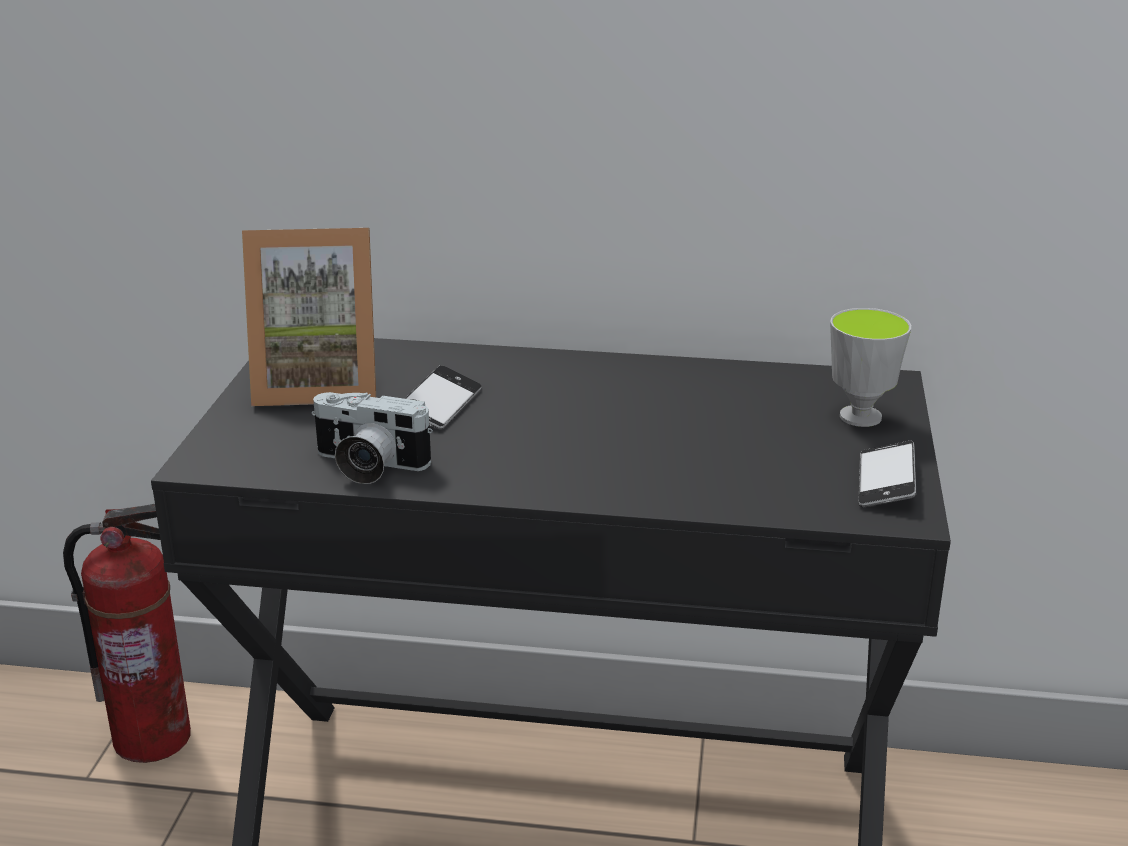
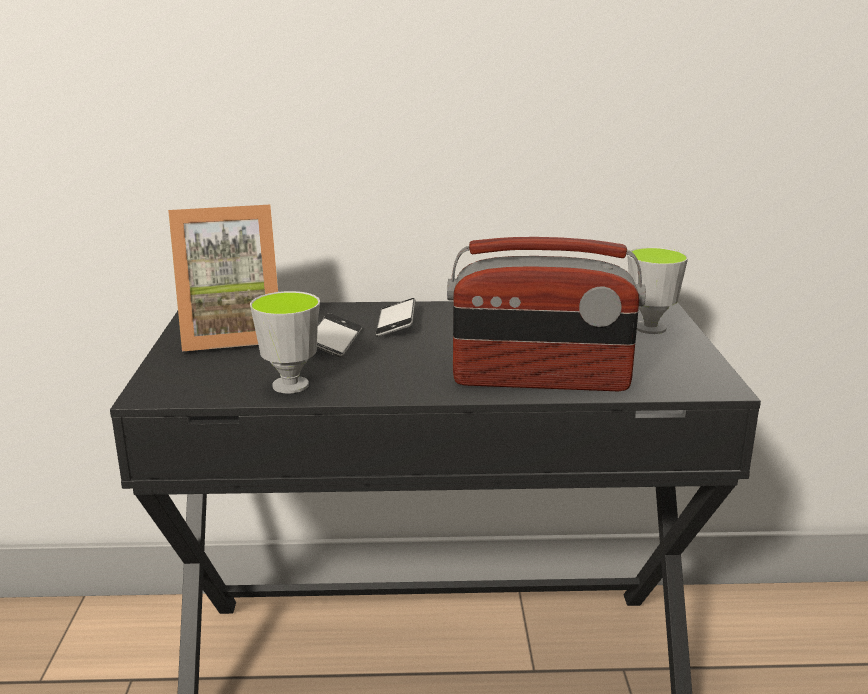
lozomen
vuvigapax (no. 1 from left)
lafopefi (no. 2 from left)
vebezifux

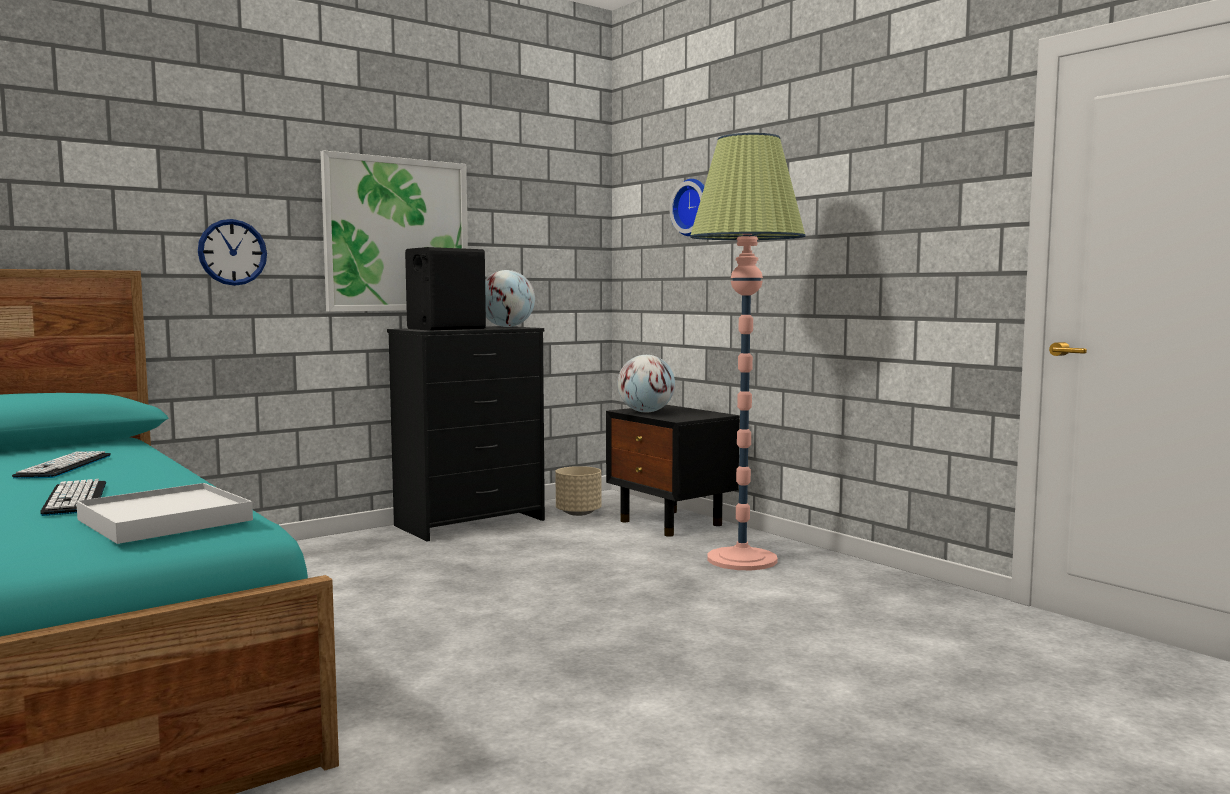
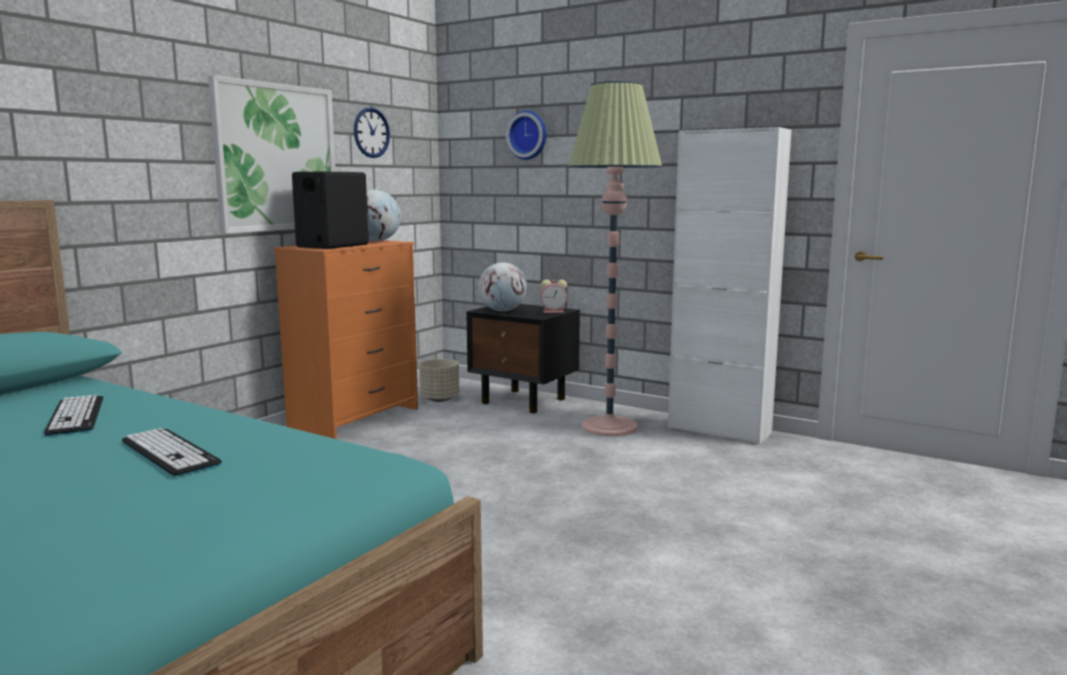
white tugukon
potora (no. 1 from left)
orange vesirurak
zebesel
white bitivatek

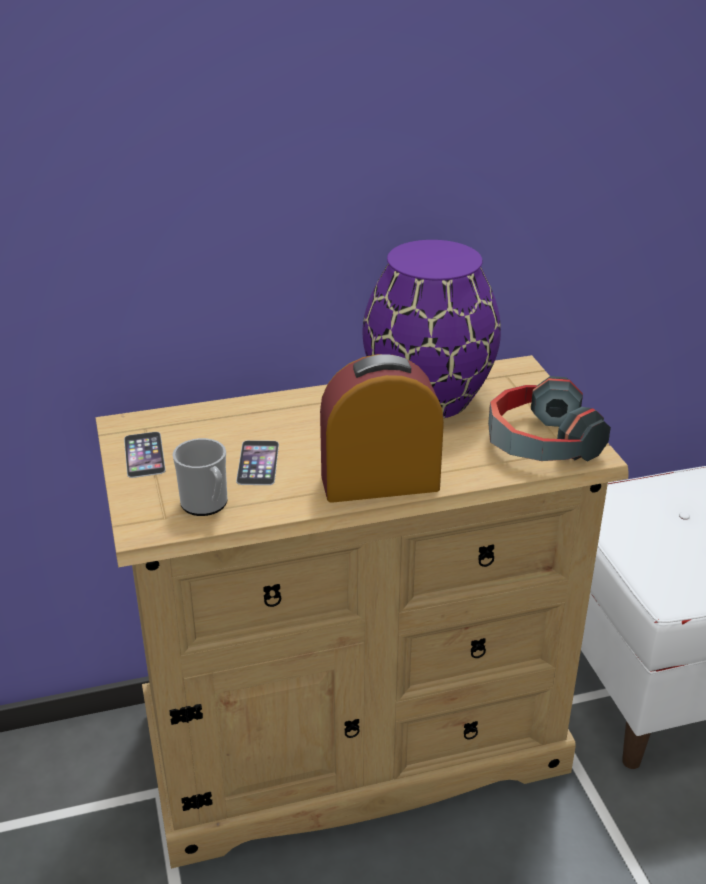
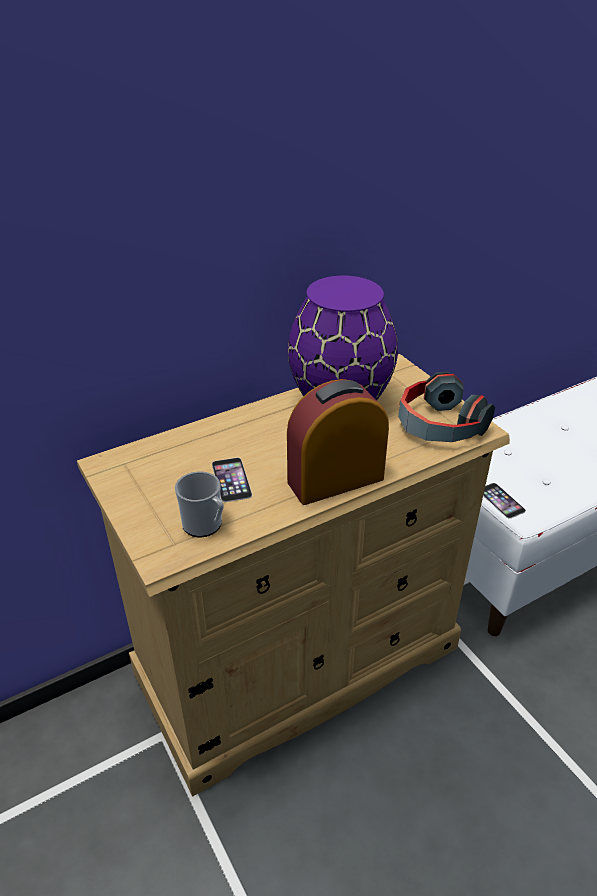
lafopefi (no. 2 from left)

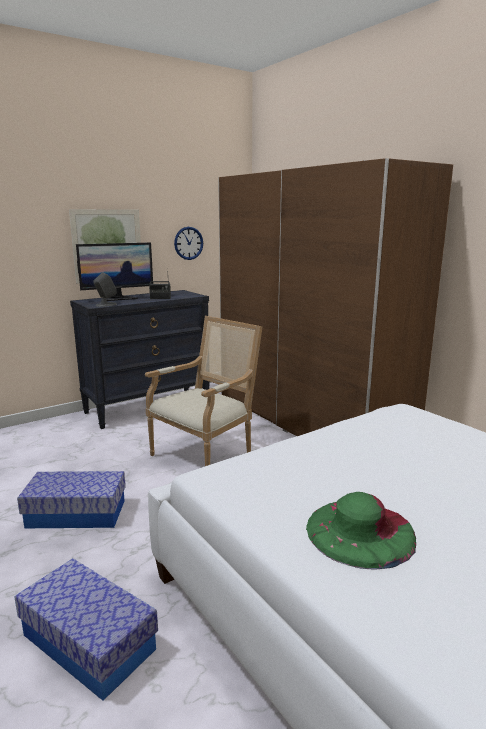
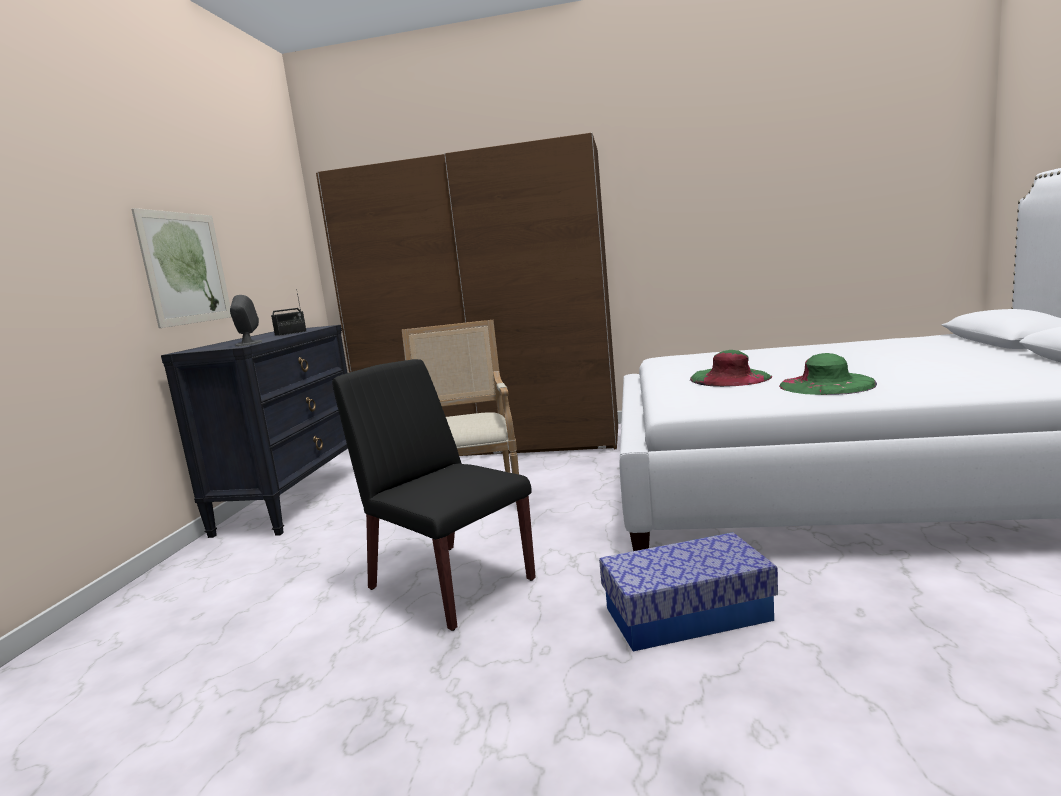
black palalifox
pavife
potora
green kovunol (no. 1 from left)

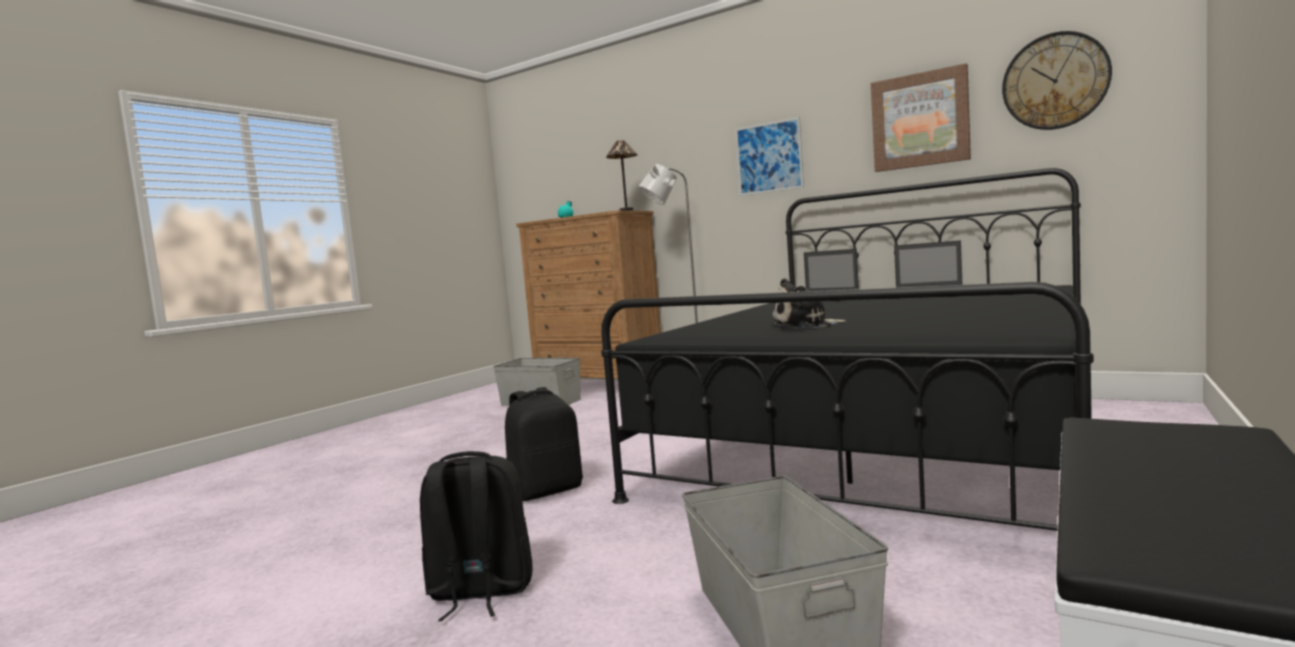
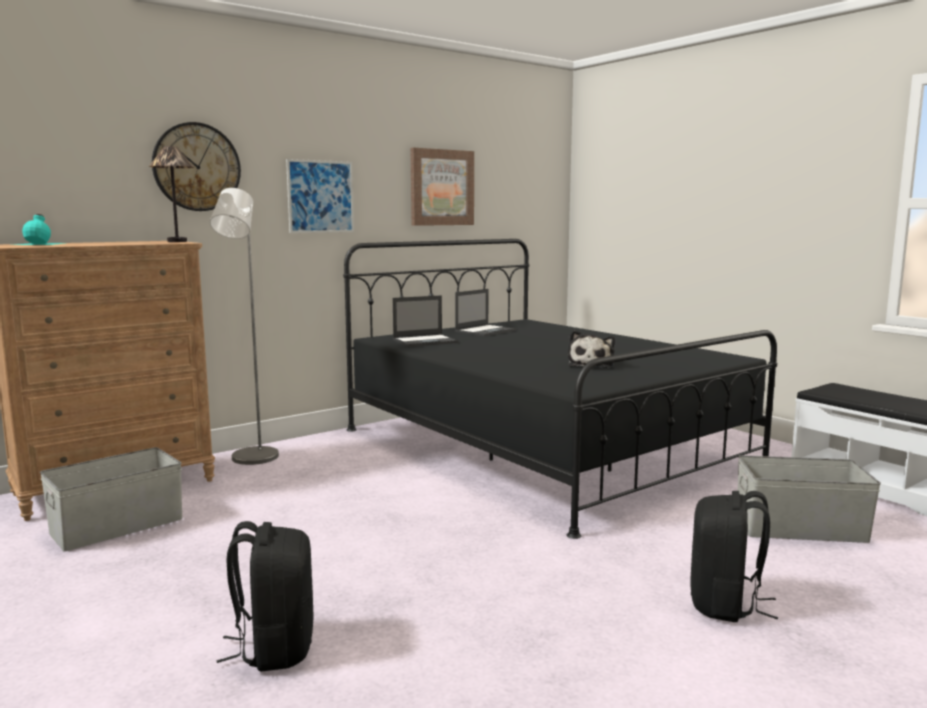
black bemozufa (no. 1 from left)
potora

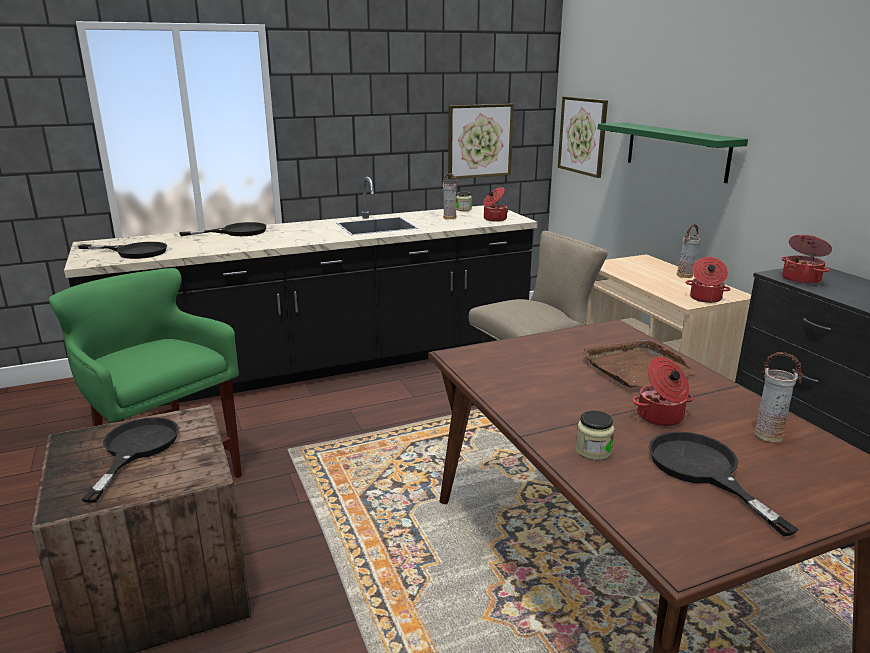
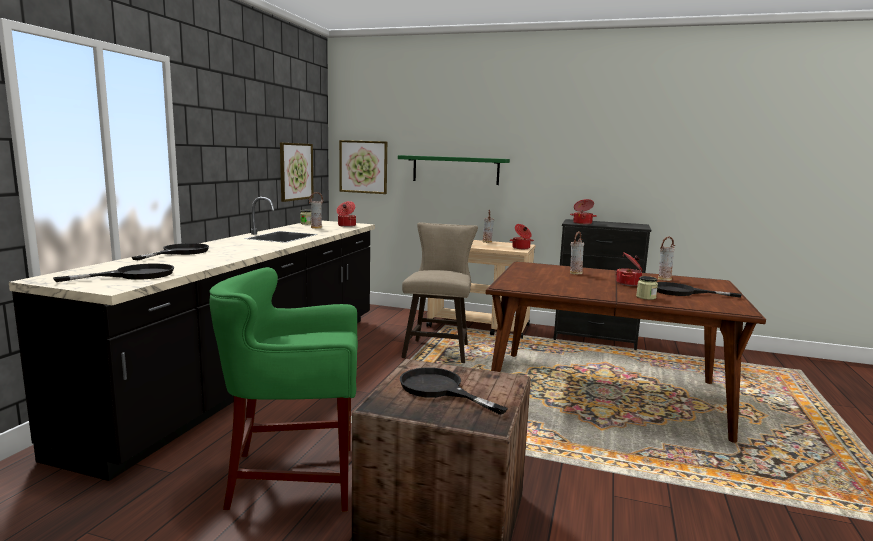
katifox (no. 3 from left)

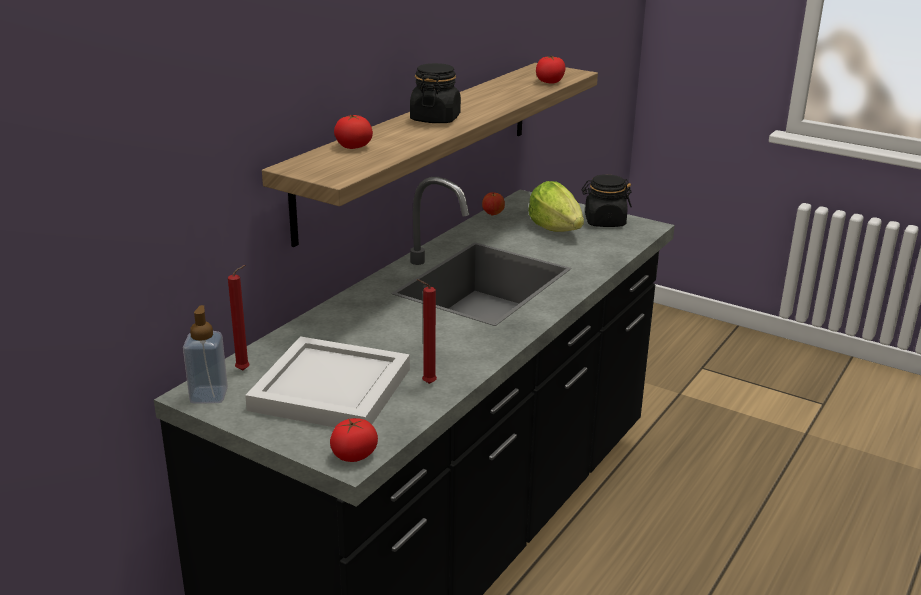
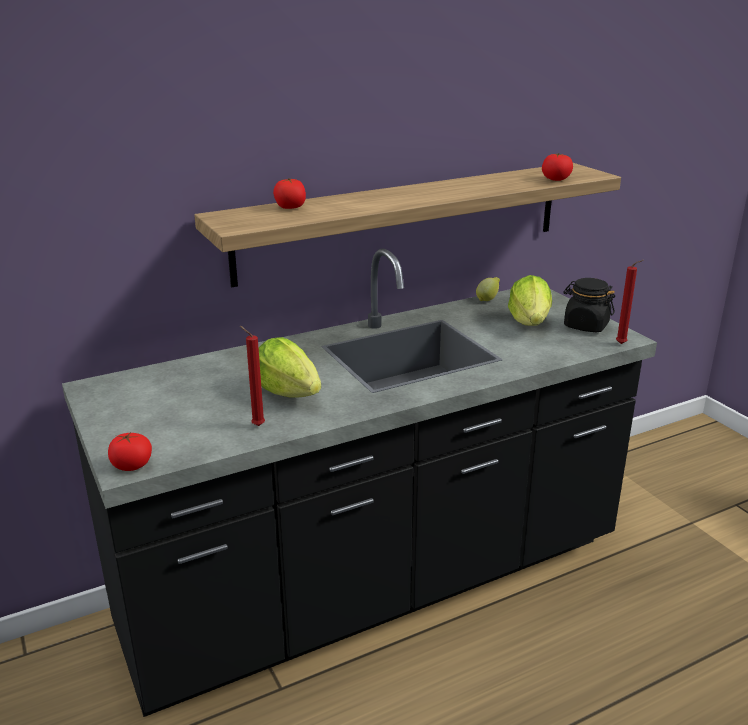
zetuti
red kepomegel (no. 2 from left)
white tugukon
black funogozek (no. 1 from left in the first image)
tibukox
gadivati (no. 1 from left)

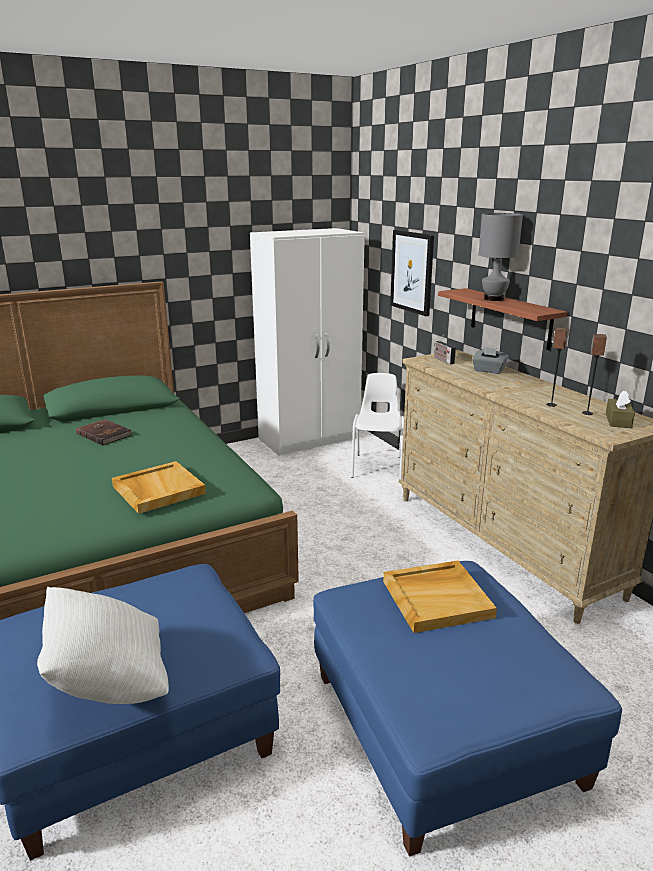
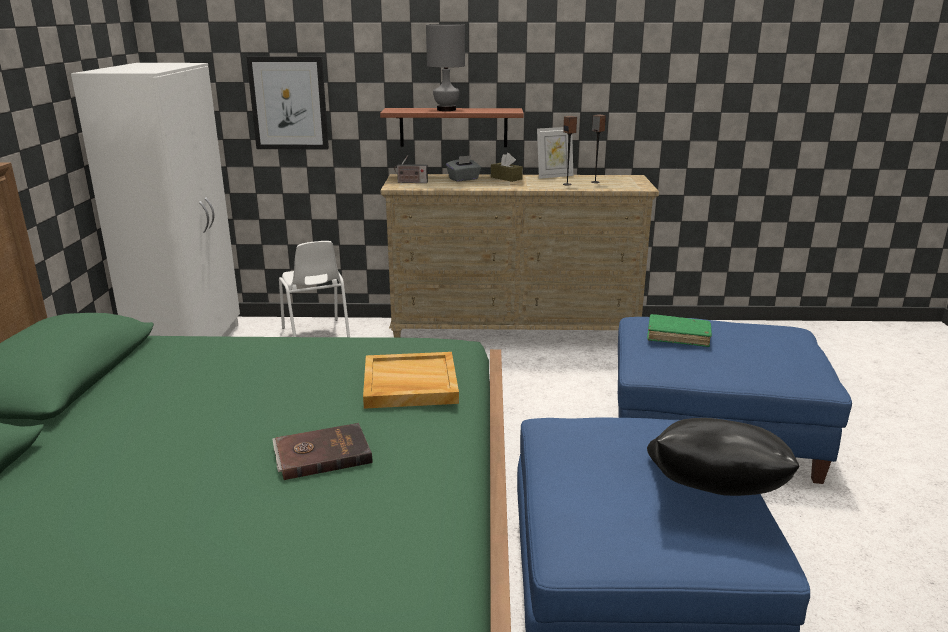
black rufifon
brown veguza
white palalifox
green veguza
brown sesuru
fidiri

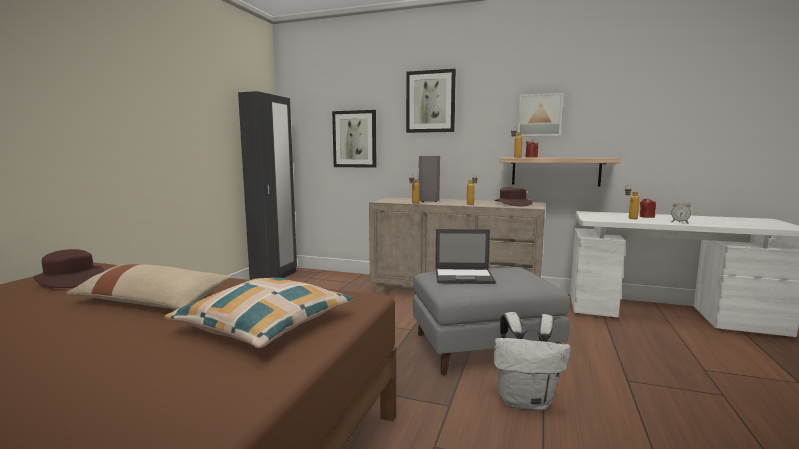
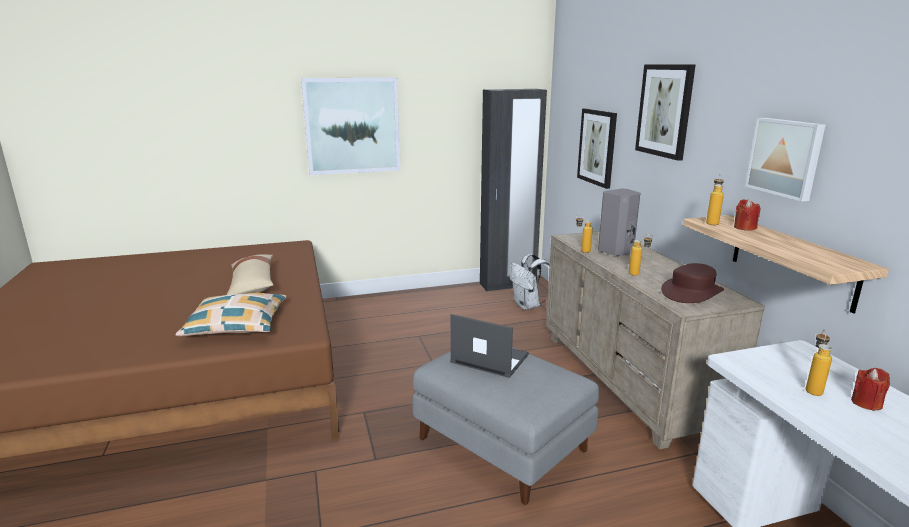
brown kovunol (no. 1 from left in the first image)
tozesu
white bemozufa
zebesel
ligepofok (no. 1 from left)

